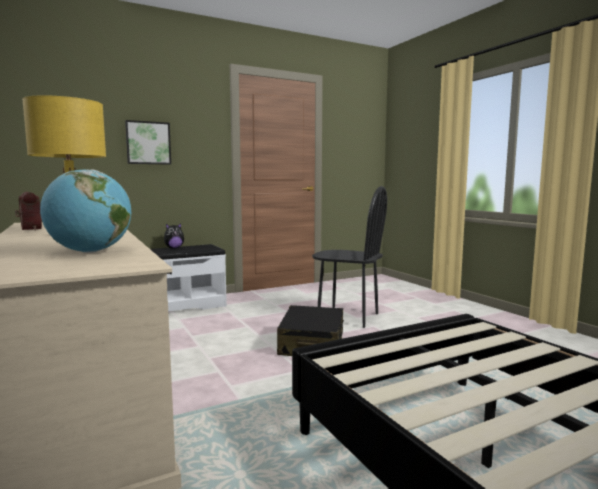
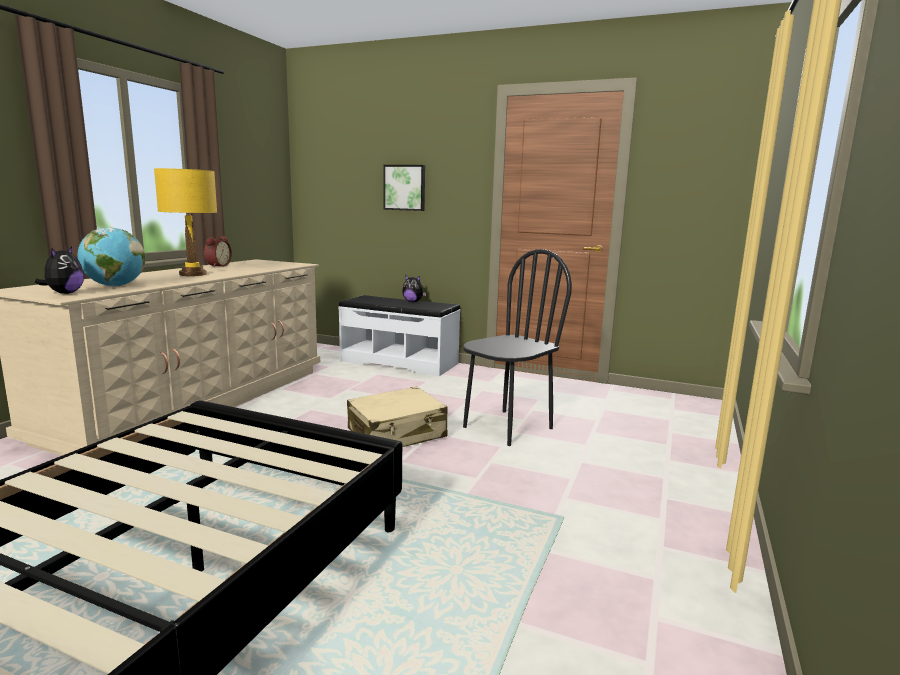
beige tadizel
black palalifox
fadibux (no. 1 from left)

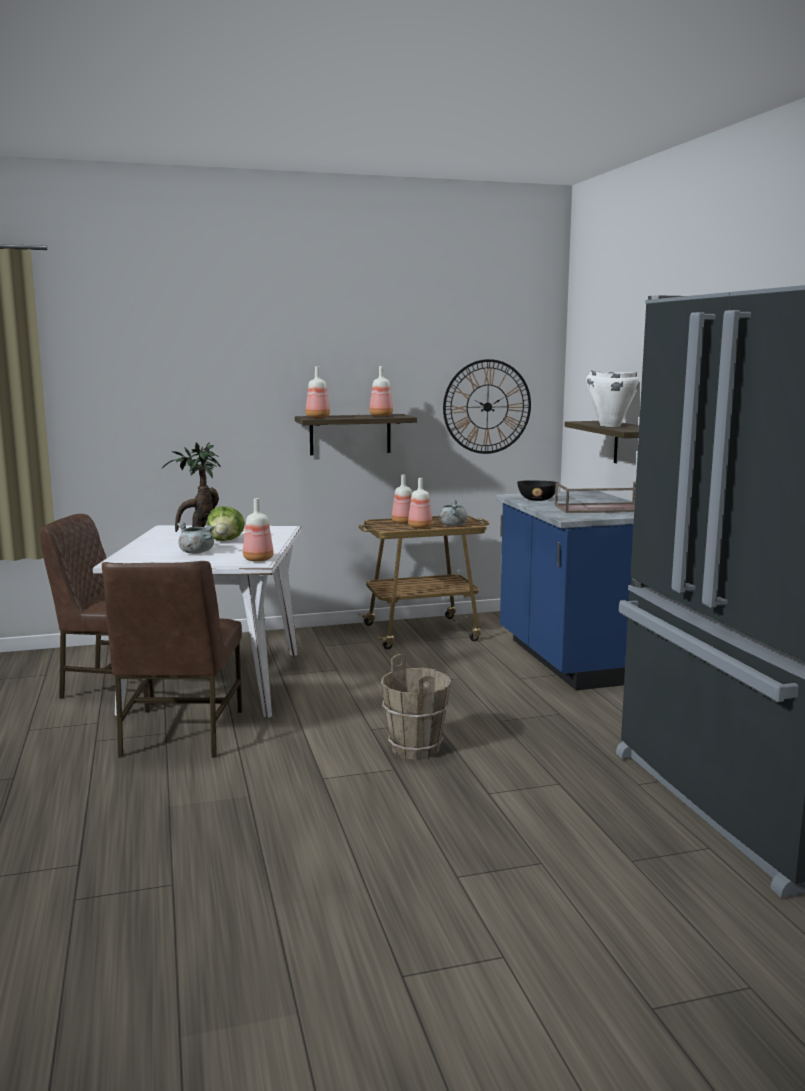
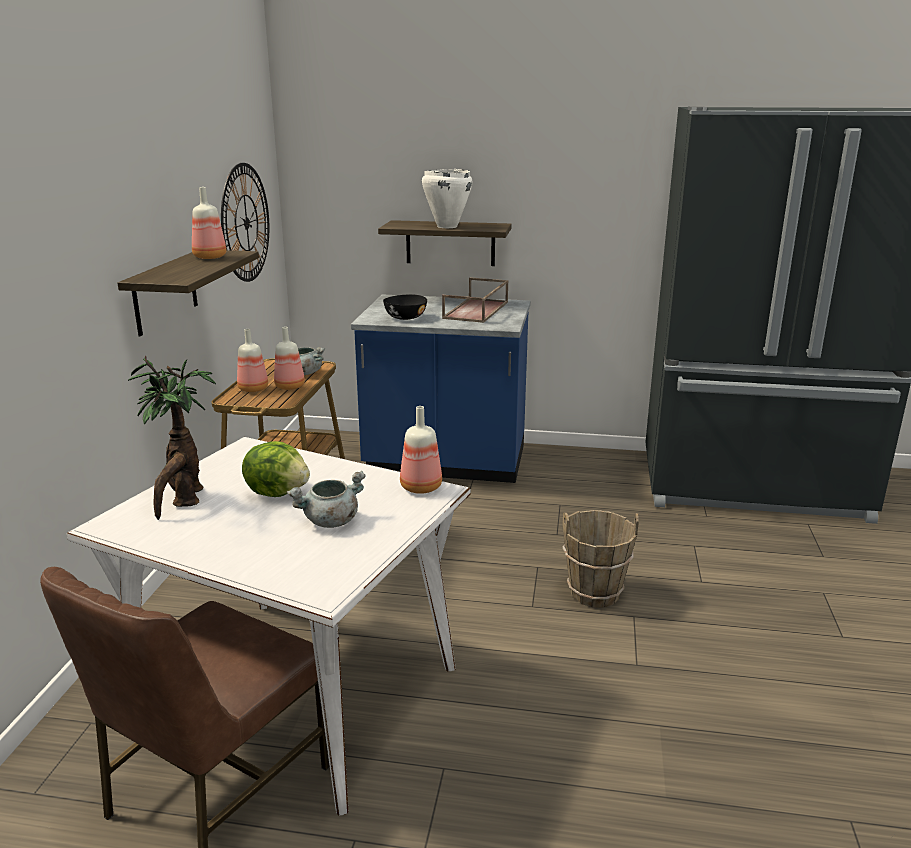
brown palalifox (no. 2 from left in the first image)
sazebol (no. 2 from left in the first image)

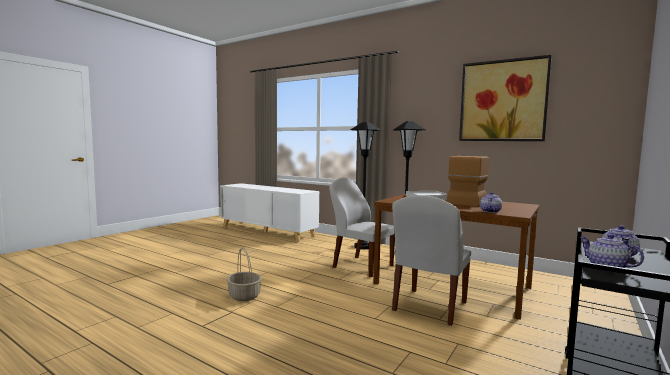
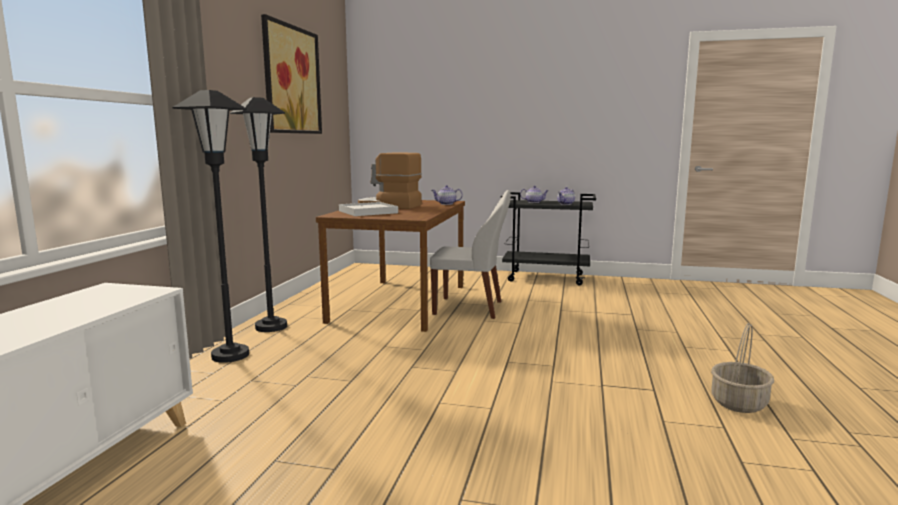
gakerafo
white palalifox (no. 1 from left in the first image)

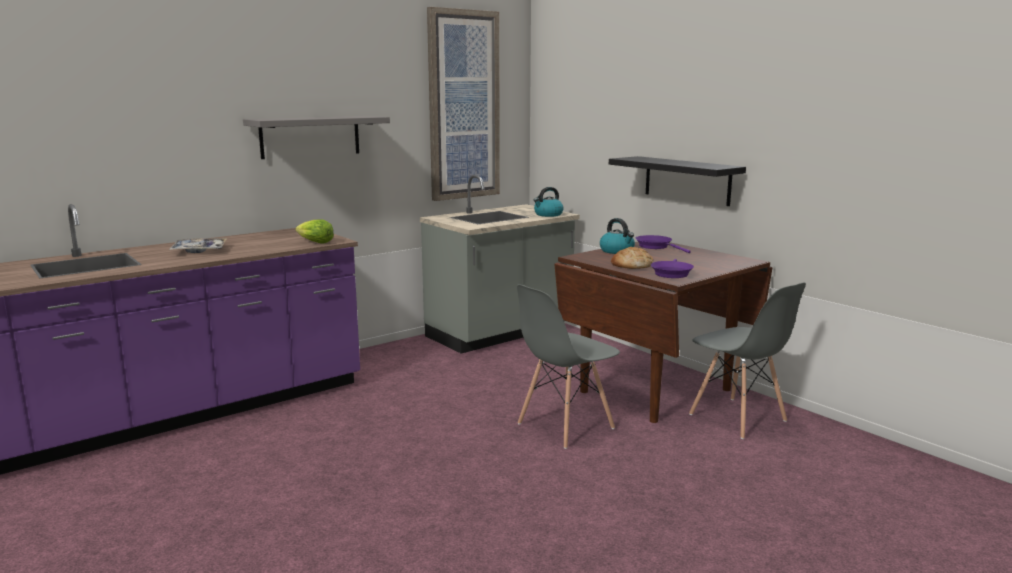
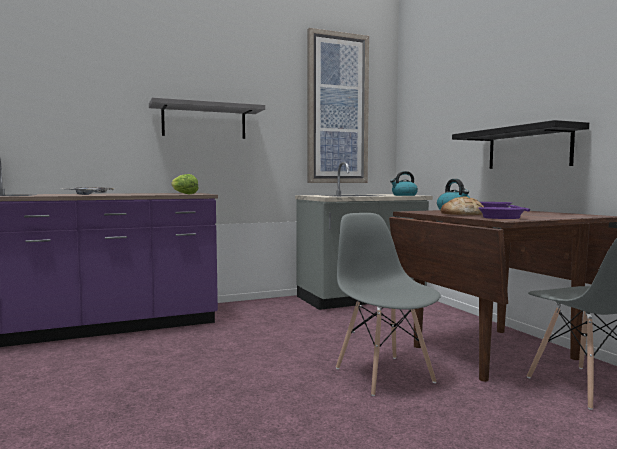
grey palalifox (no. 1 from left)

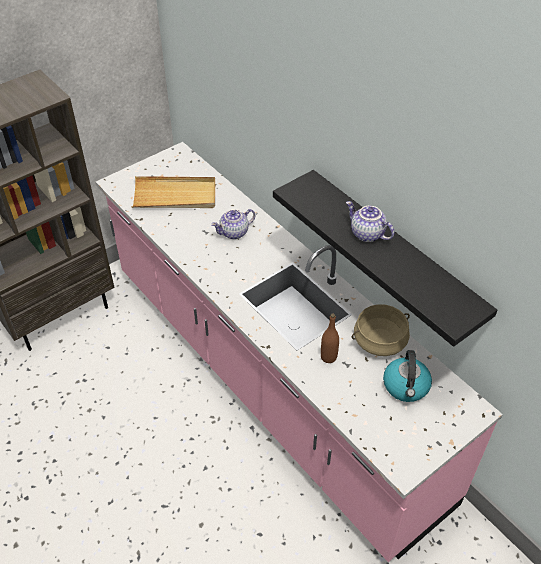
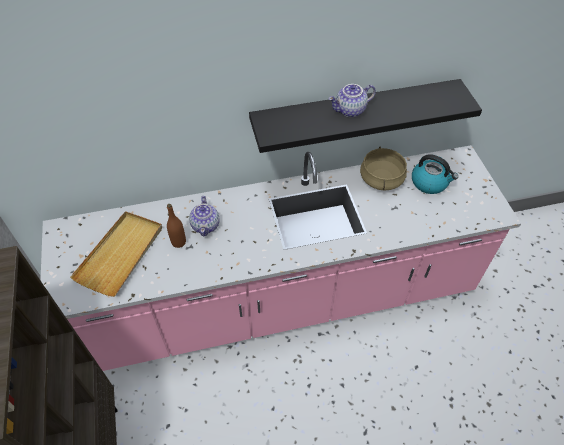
brown sazebol

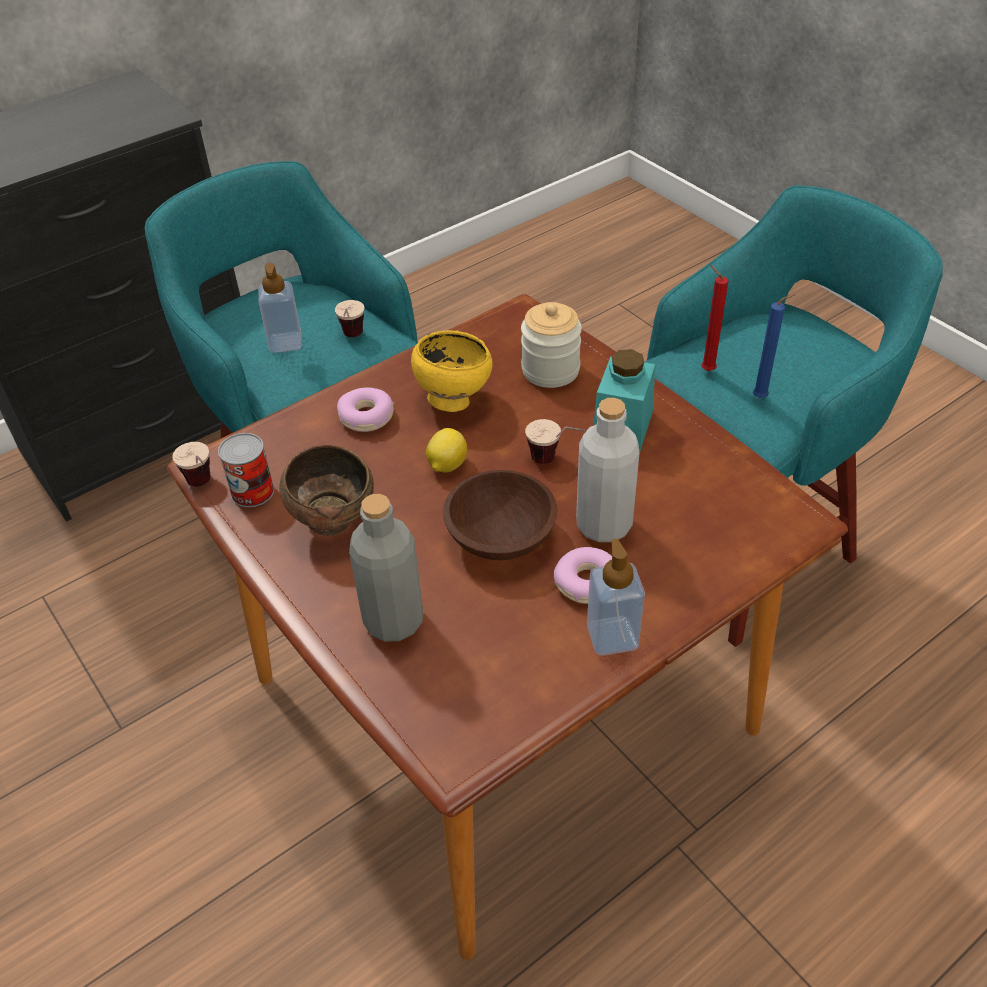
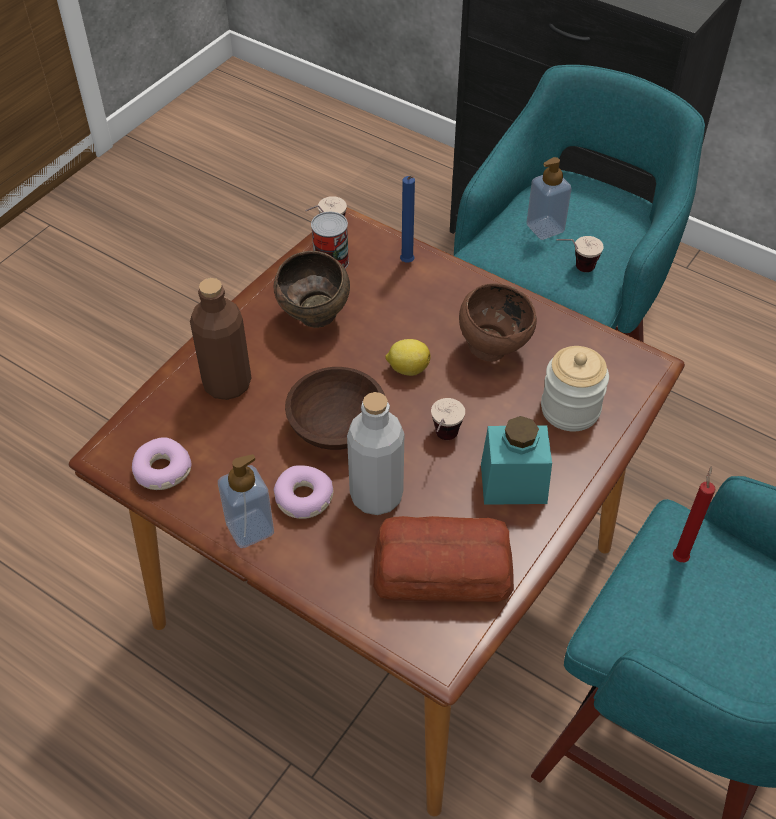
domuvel (no. 1 from left)
brown sazebol
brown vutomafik (no. 3 from left)
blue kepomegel
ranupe

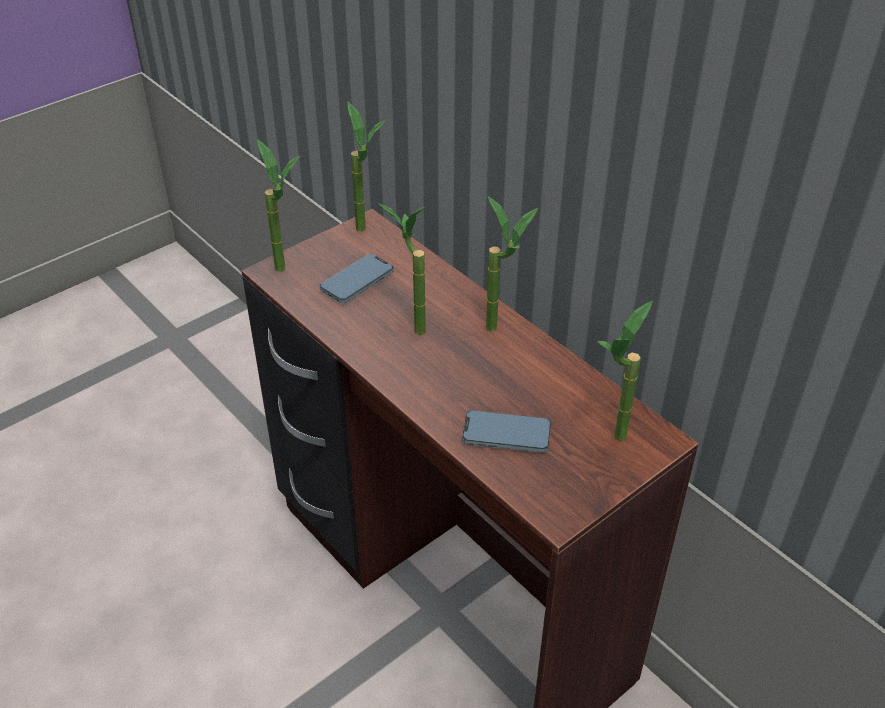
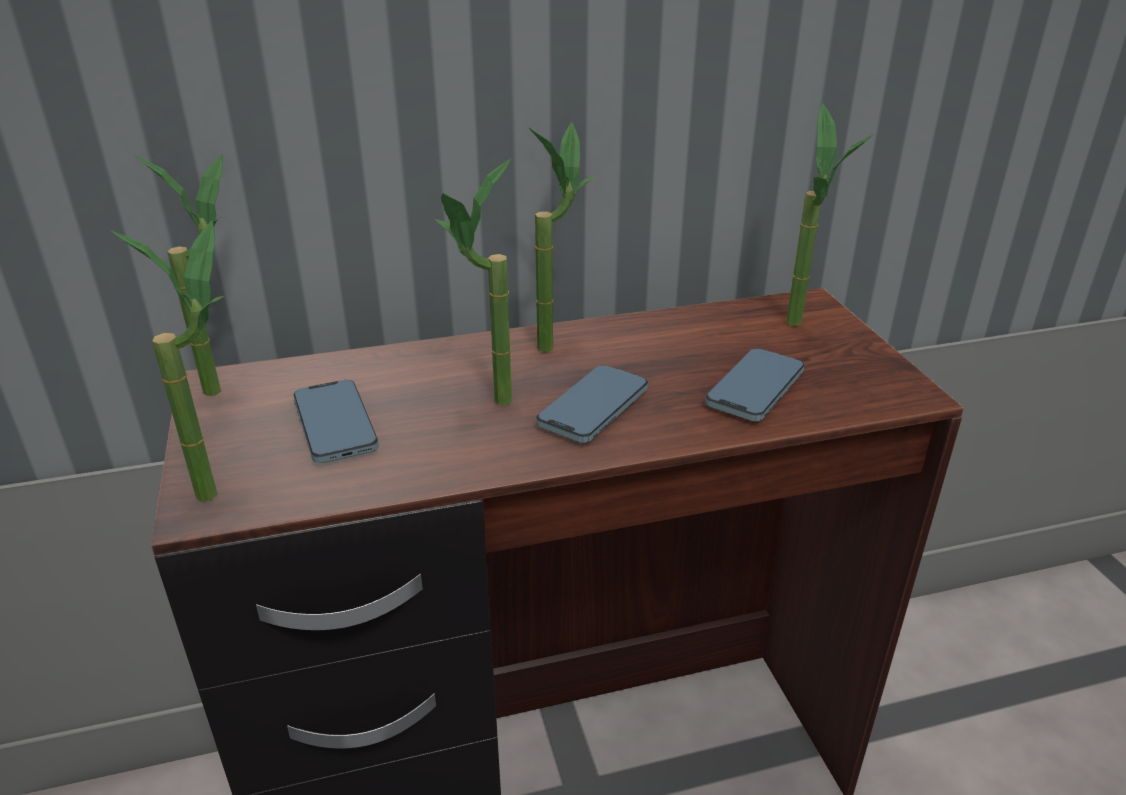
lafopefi (no. 2 from left)

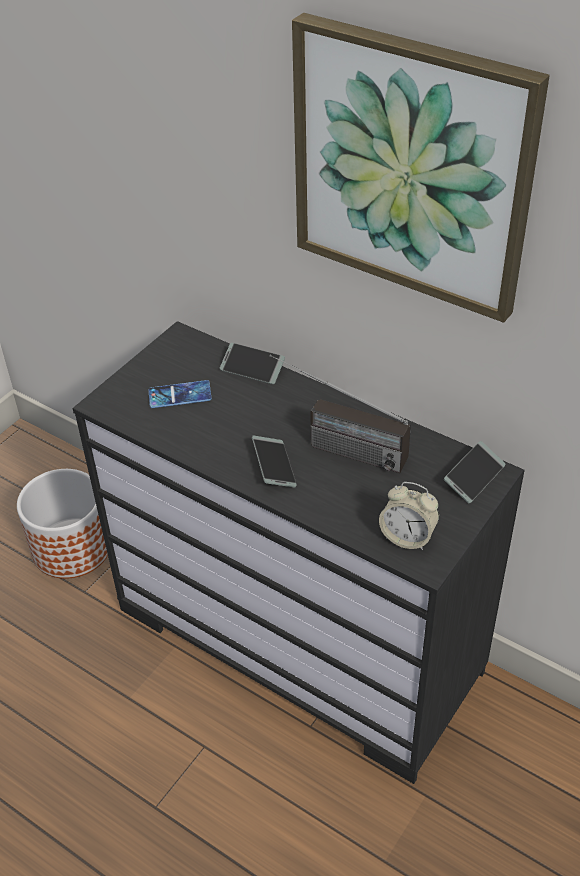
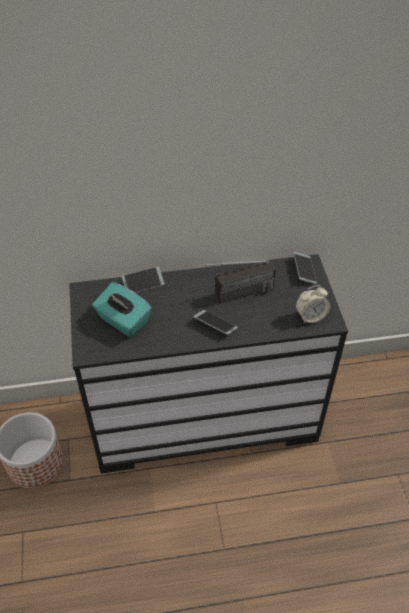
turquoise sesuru
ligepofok

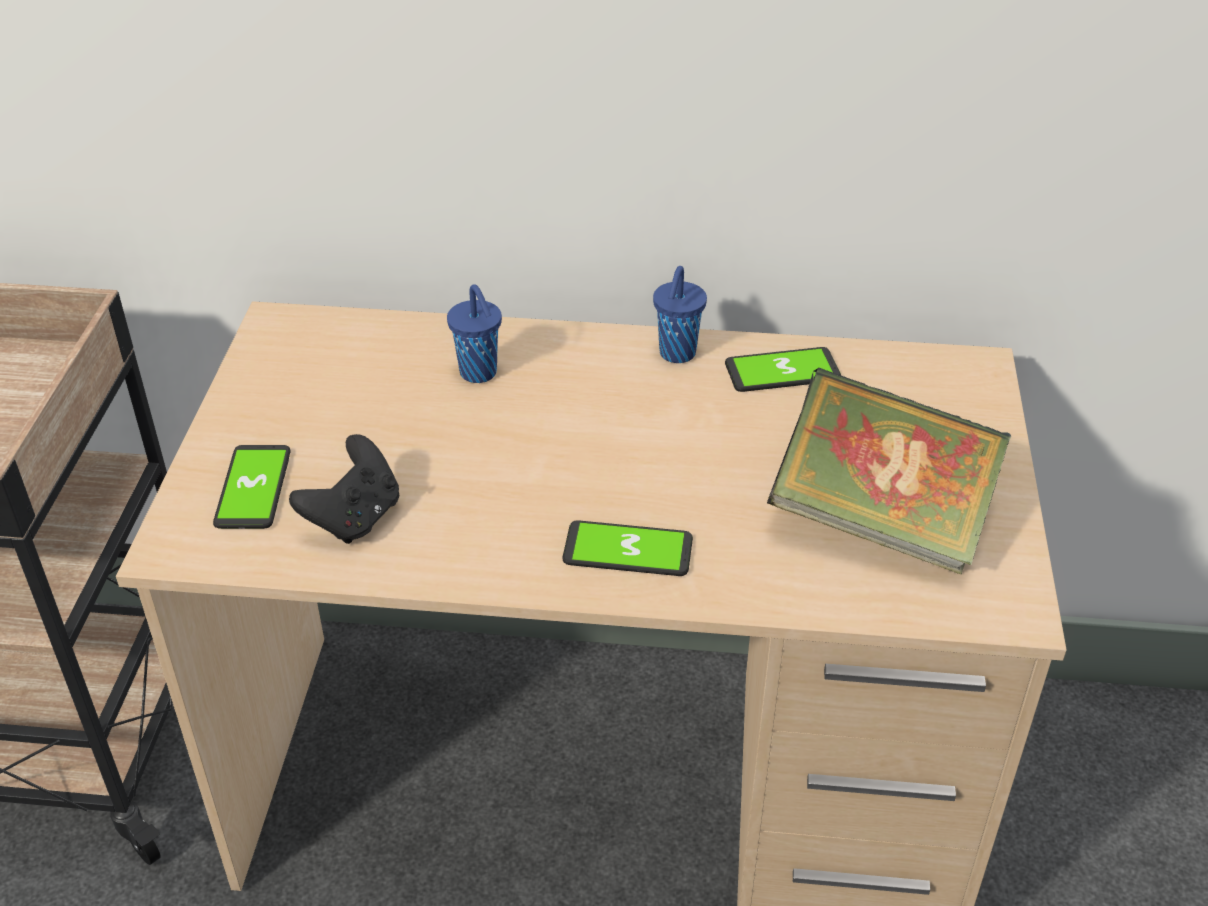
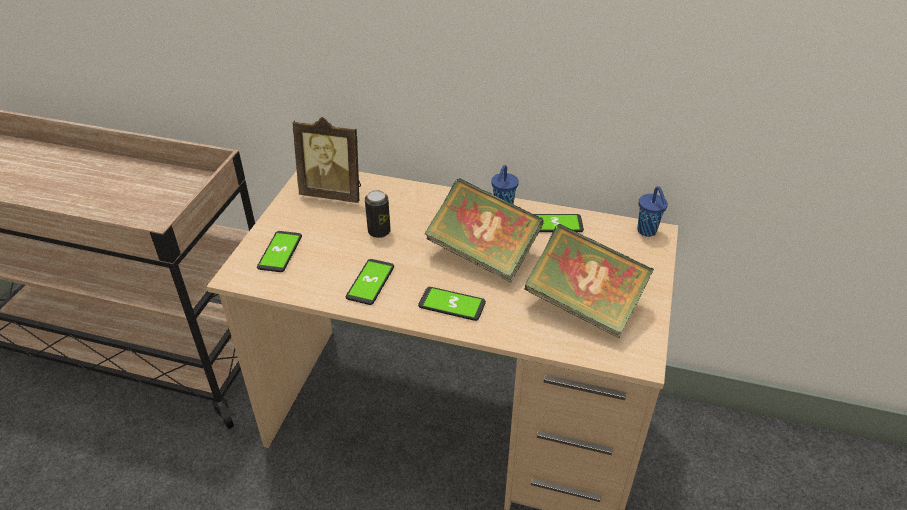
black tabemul
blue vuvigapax (no. 2 from left)
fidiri
lafopefi (no. 2 from left)
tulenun
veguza (no. 1 from left)

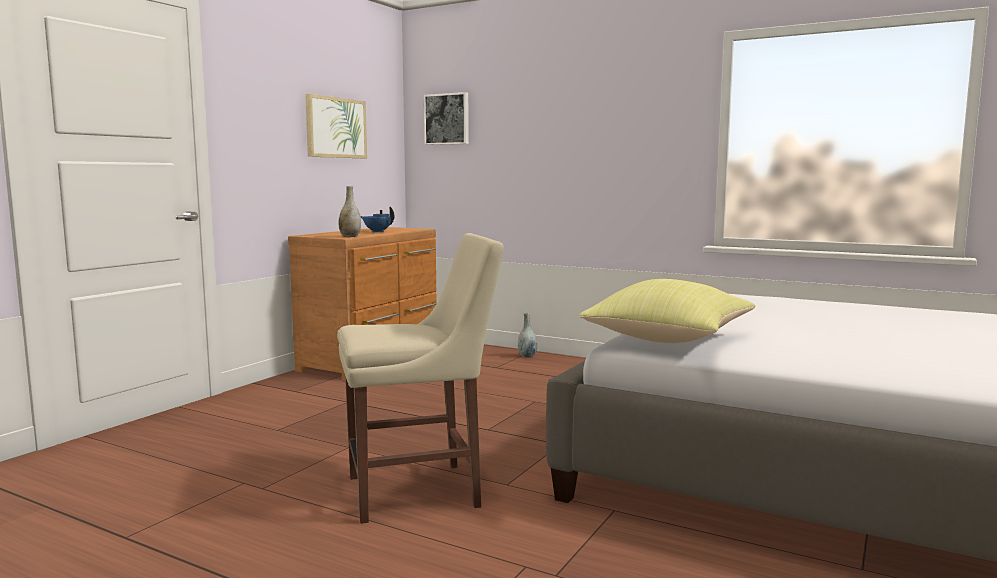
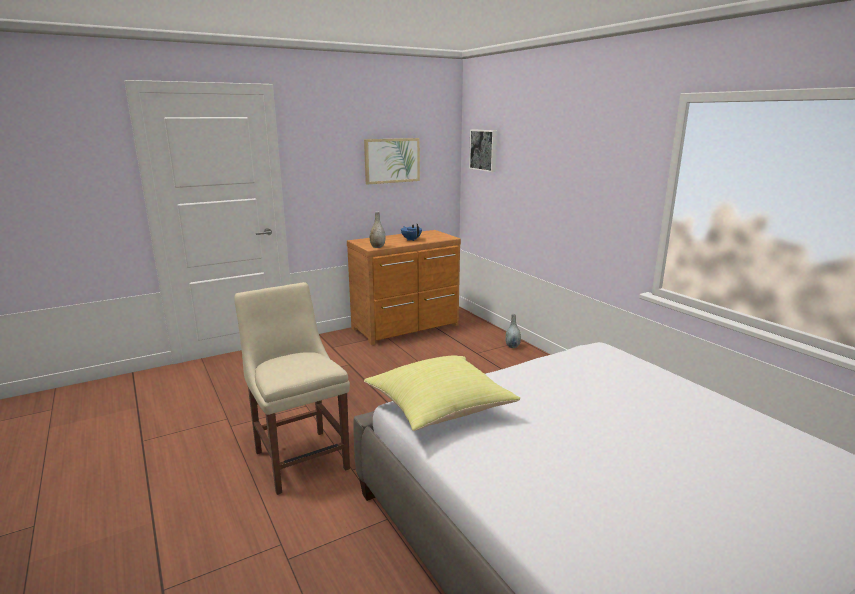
beige palalifox

